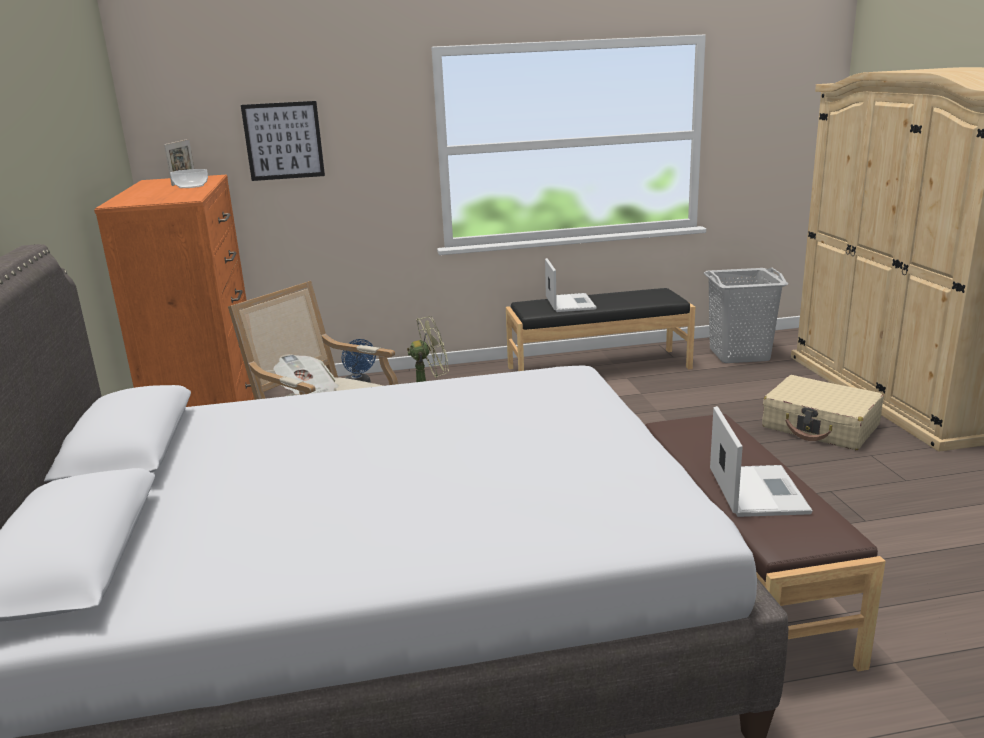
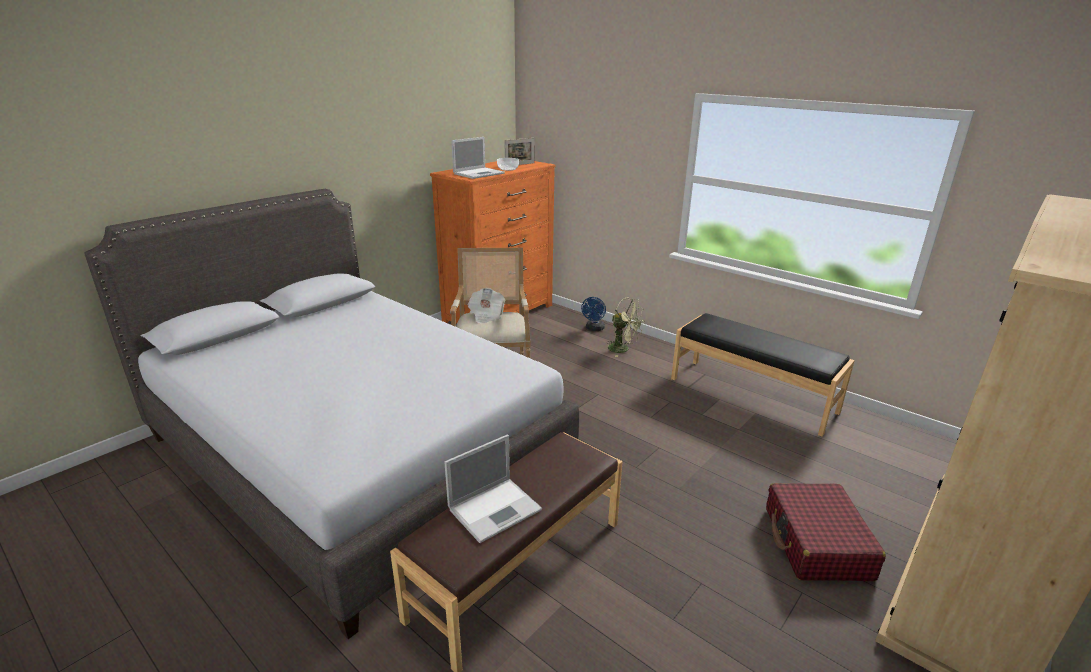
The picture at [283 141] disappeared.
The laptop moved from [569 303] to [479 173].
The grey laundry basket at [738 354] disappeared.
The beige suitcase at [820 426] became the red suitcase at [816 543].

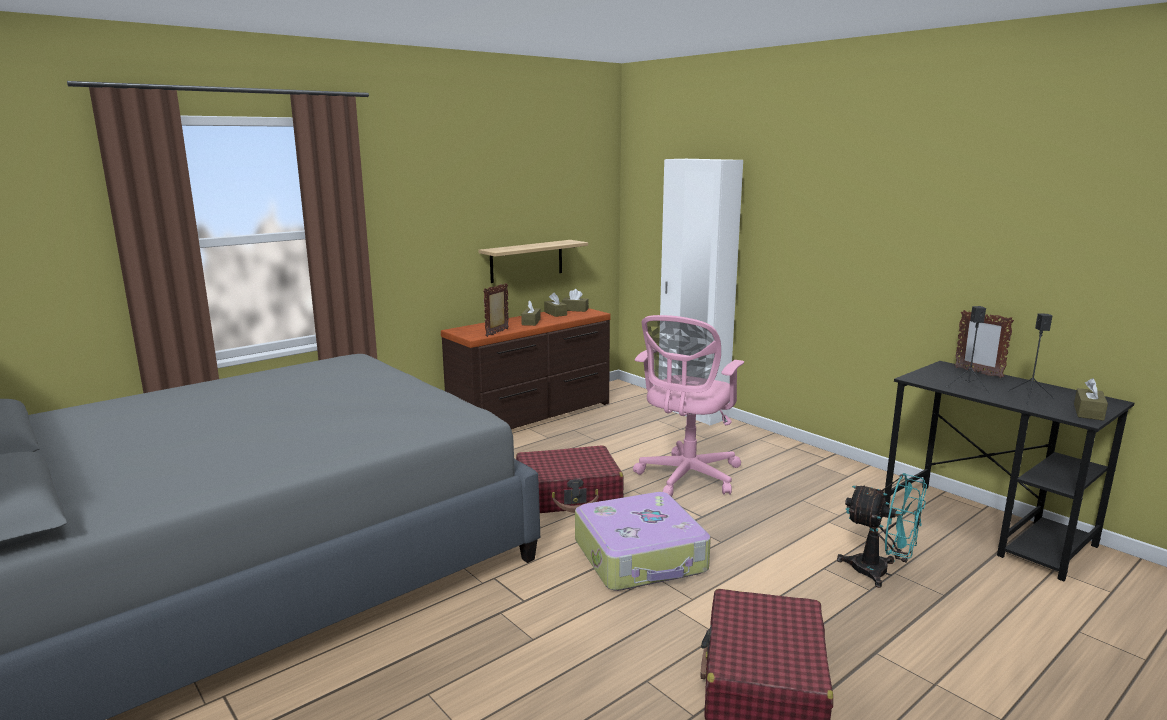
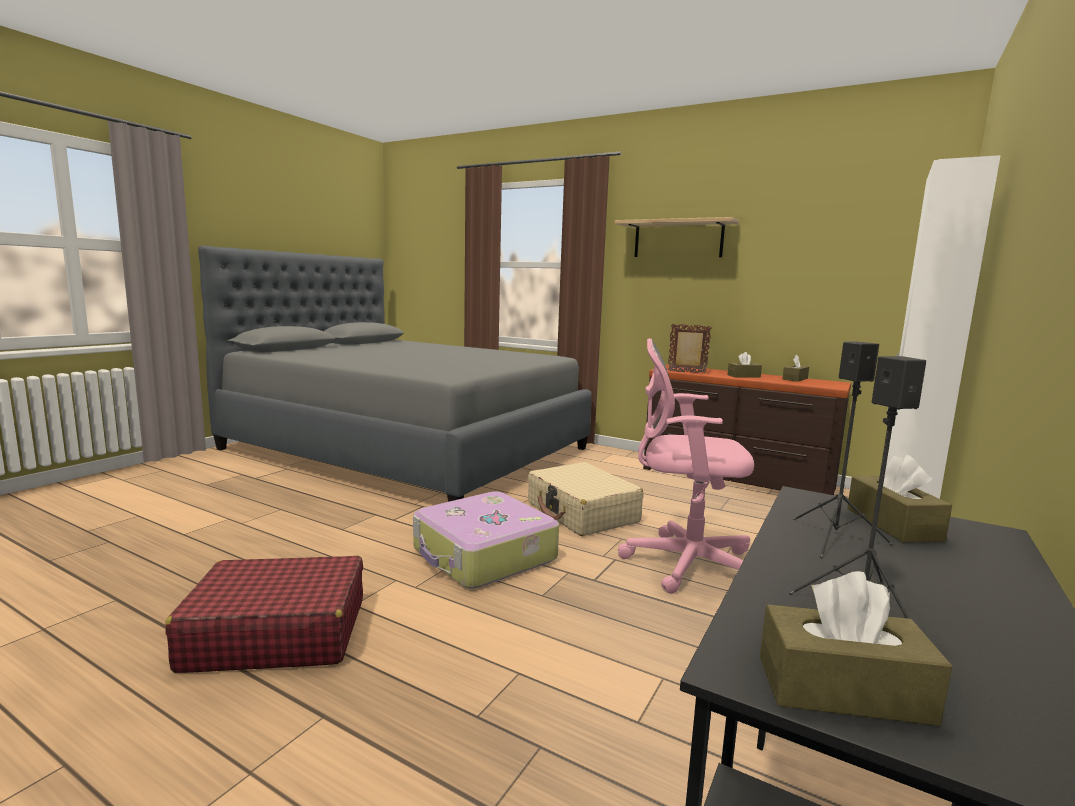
The shelf moved from [526 261] to [678 239].
The red suitcase at [569 494] became the beige suitcase at [582 513].
The brown tissue box moved from [575 309] to [893 524].
The turquoise fan at [880 572] disappeared.
The picture frame at [978 372] disappeared.

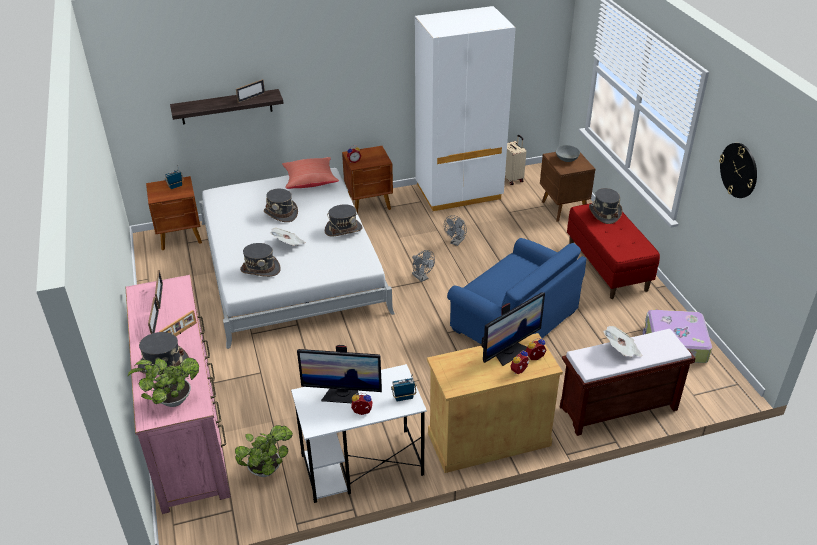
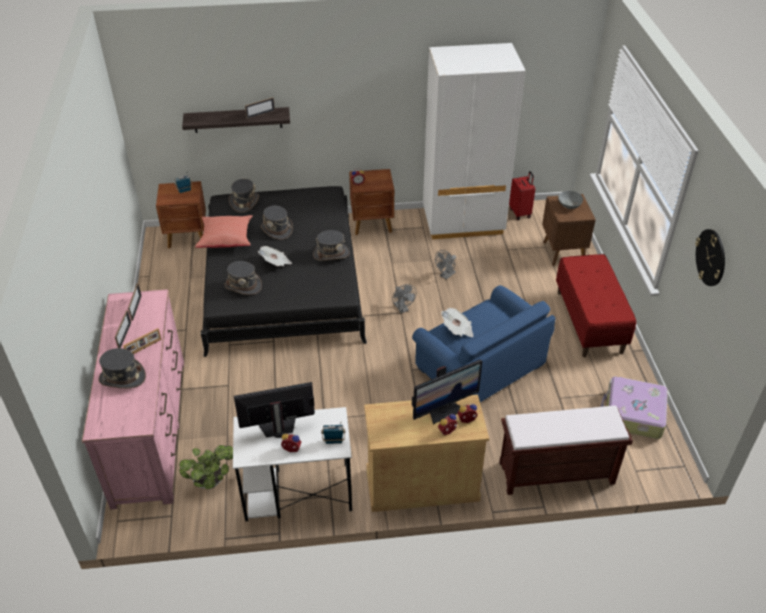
The potted plant at [171 400] disappeared.
The white bed at [291 265] became the black bed at [282 280].
The red pillow moved from [310 181] to [226 239].
The monitor at [342 395] turned 150 degrees clockwise.
The beige suitcase at [512 178] became the red suitcase at [520 213].
The grey hat moved from [604 213] to [244 202].
The newspaper moved from [621 350] to [457 330].

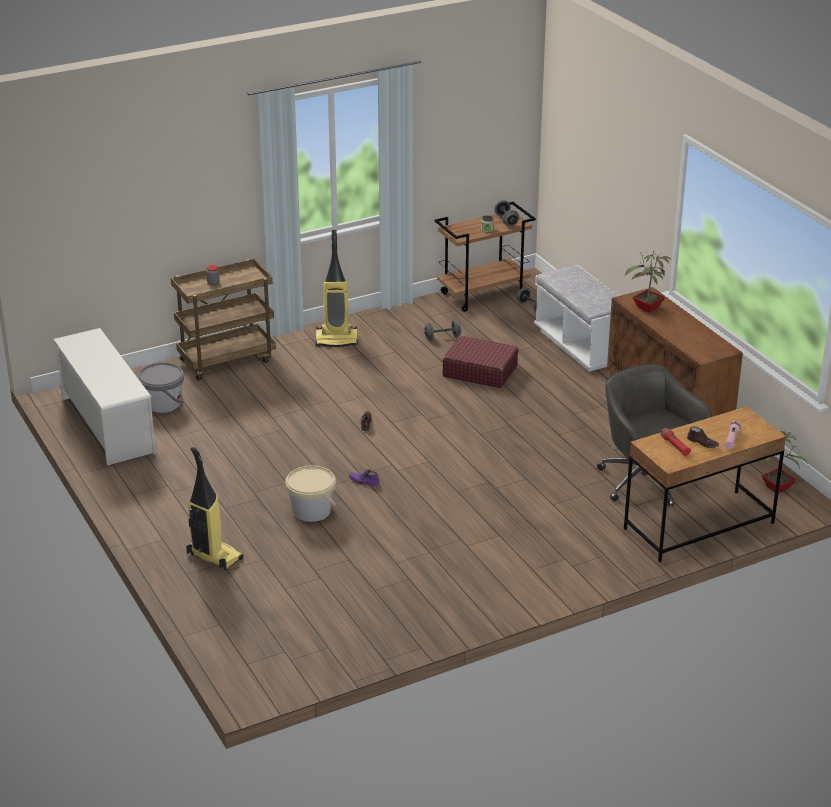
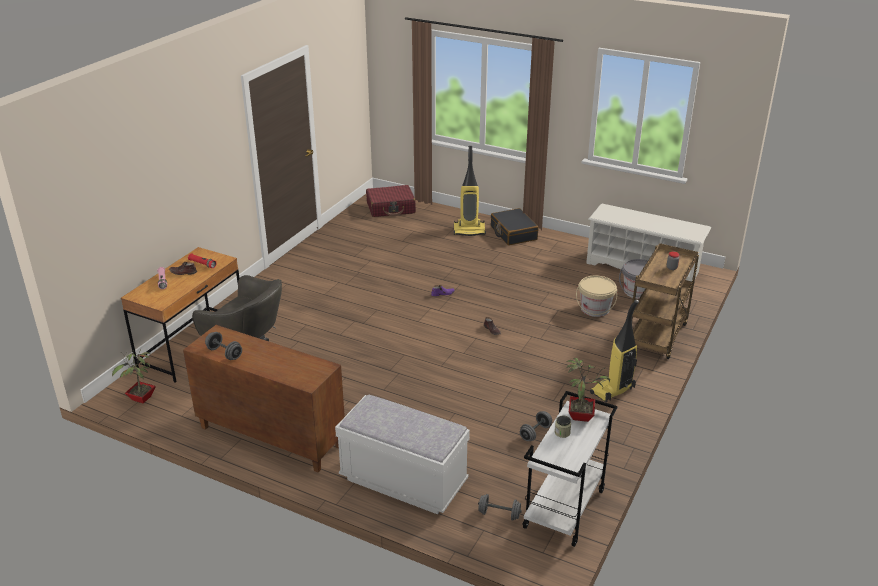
The beige bucket moved from [311 511] to [595 309].
The brown cart at [483 294] became the white cart at [564 510].
The red suitcase moved from [480 371] to [391 208].
The grey dumbbell moved from [506 220] to [224 353].
The potted plant moved from [647 308] to [581 415].
The black suitcase at [513 233] appeared.

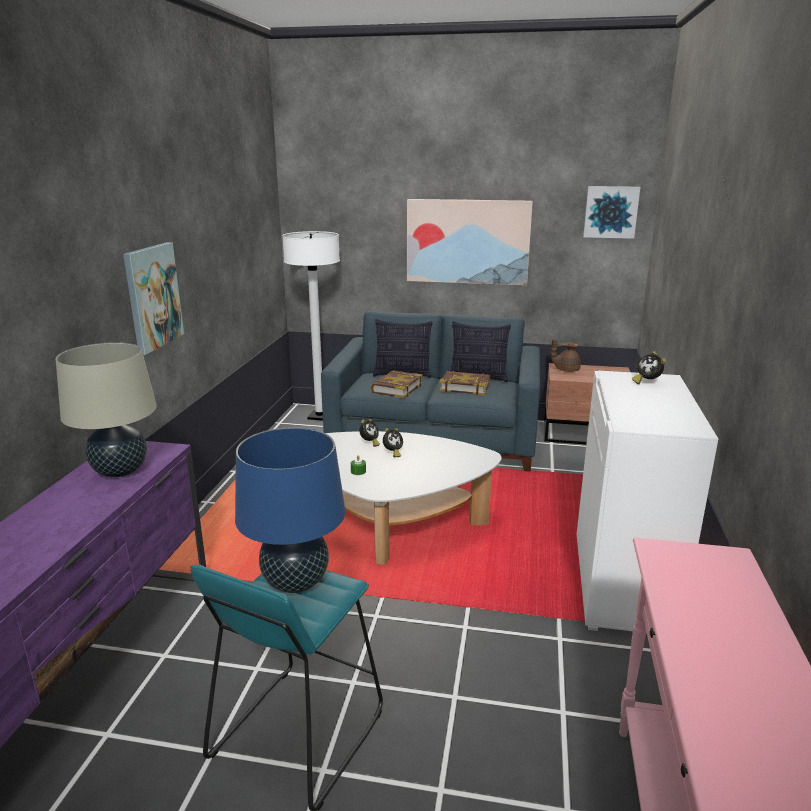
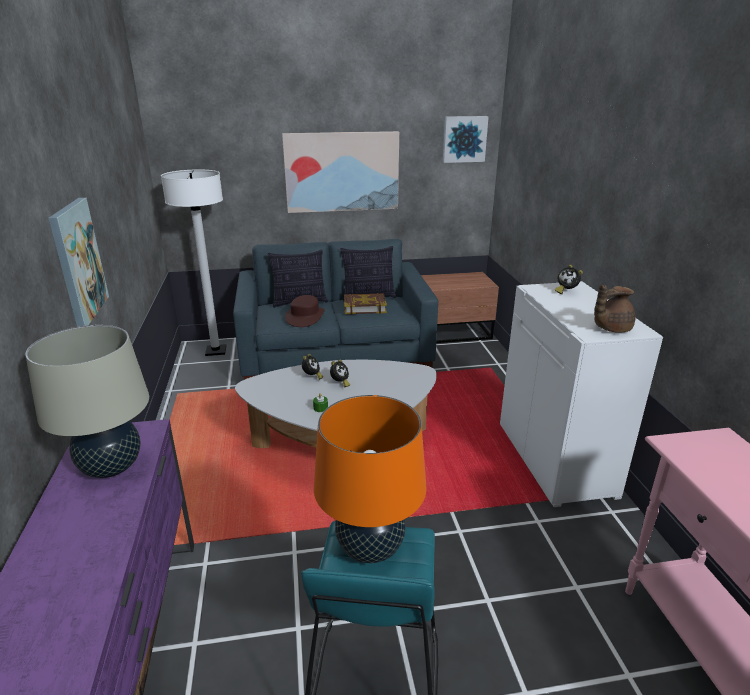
The blue table lamp at [296 582] became the orange table lamp at [370 548].
The book at [397 388] was replaced by the brown hat at [305 317].
The brown teapot moved from [565 369] to [610 328].

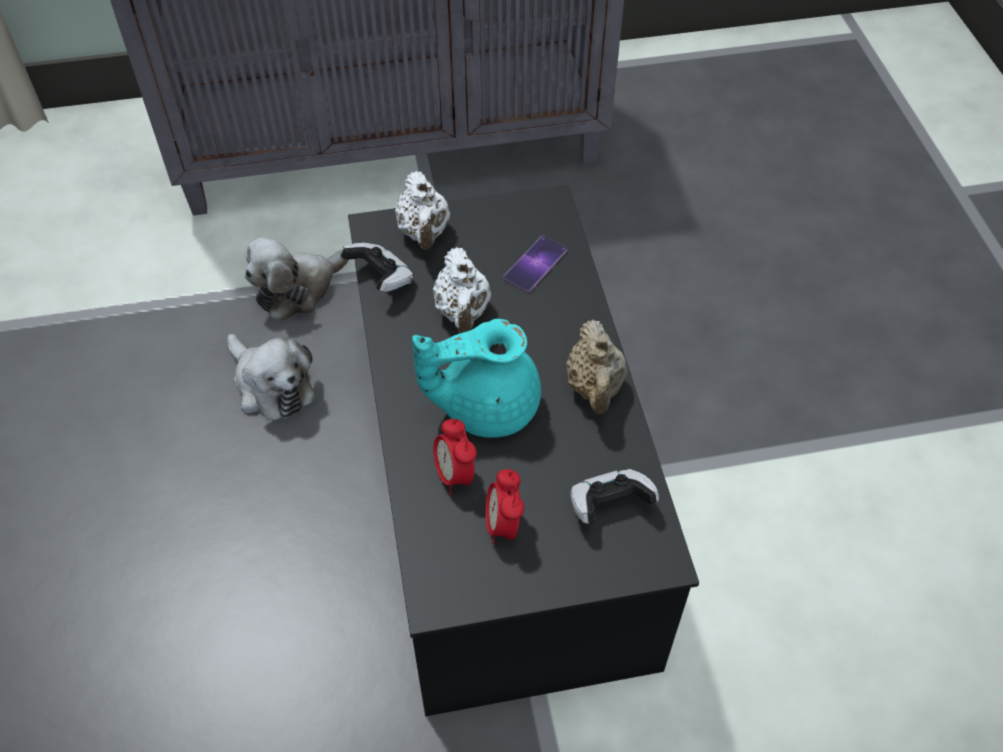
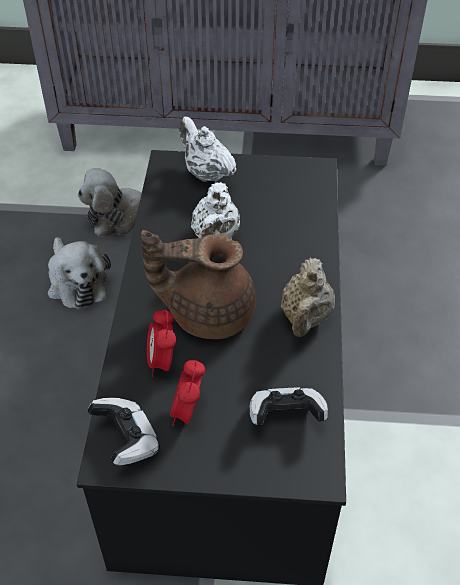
The game controller moved from [381 279] to [127 440].
The white teapot at [424 233] turned 135 degrees clockwise.
The turquoise teapot at [485 406] became the brown teapot at [207 312].
The phone at [535 264] disappeared.

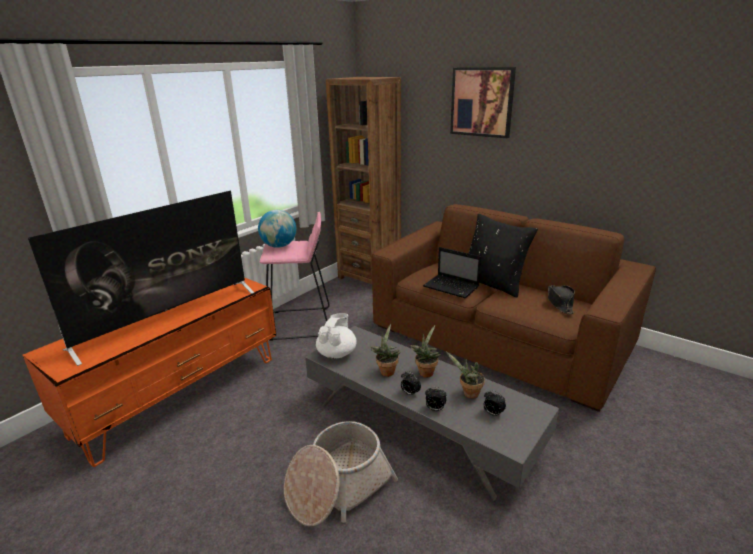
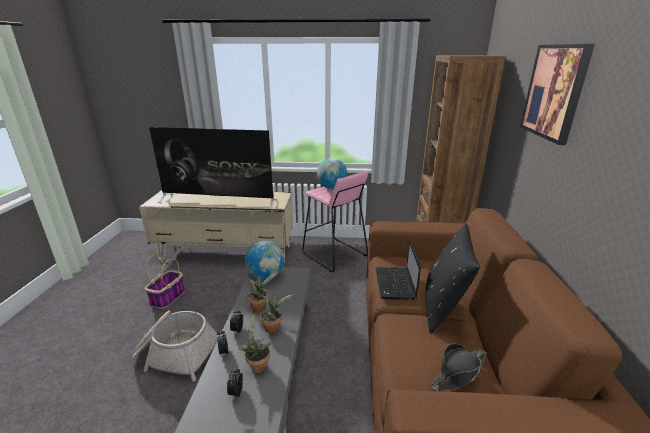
The orange tv stand at [180 394] became the beige tv stand at [226 252].
The white teapot at [337 353] was replaced by the globe at [266 276].
The basket at [168 298] appeared.

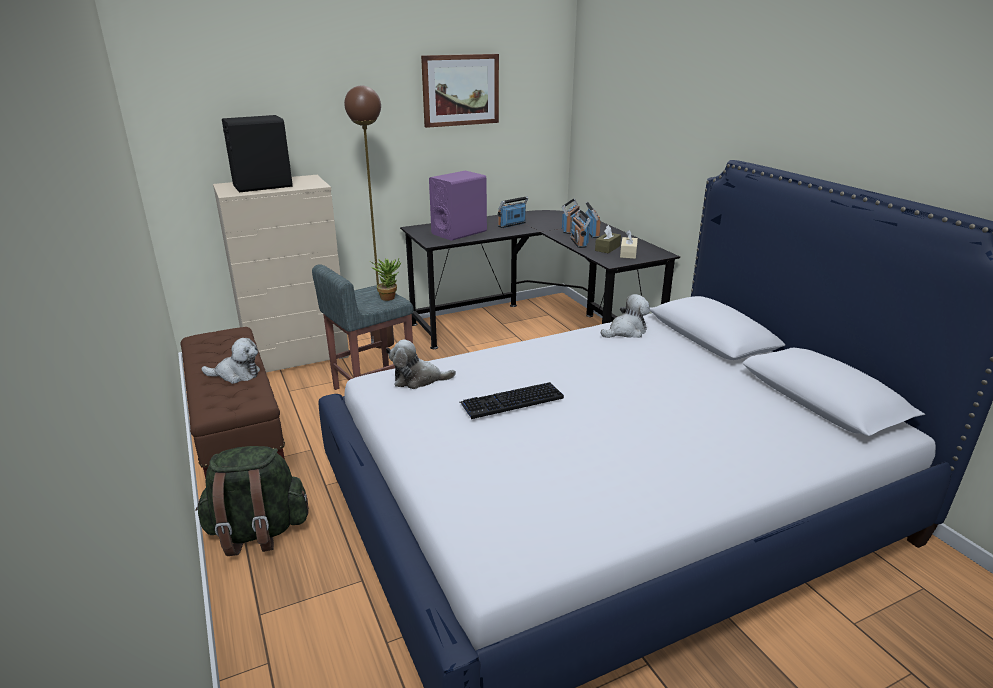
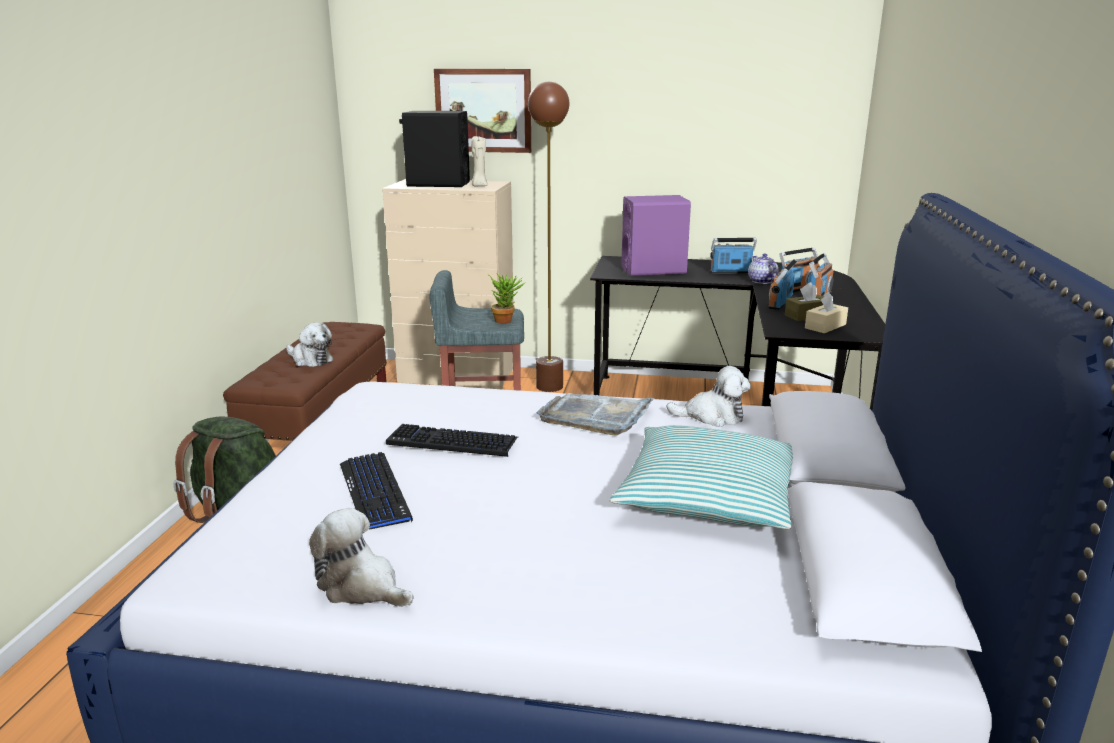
The plush toy moved from [418 379] to [362 587].
The picture moved from [460 90] to [483 110].
The keyboard at [375 491] appeared.
The beige candle at [479 186] appeared.
The grey tray at [596 416] appeared.
The pillow at [708 495] appeared.
The teapot at [761 281] appeared.

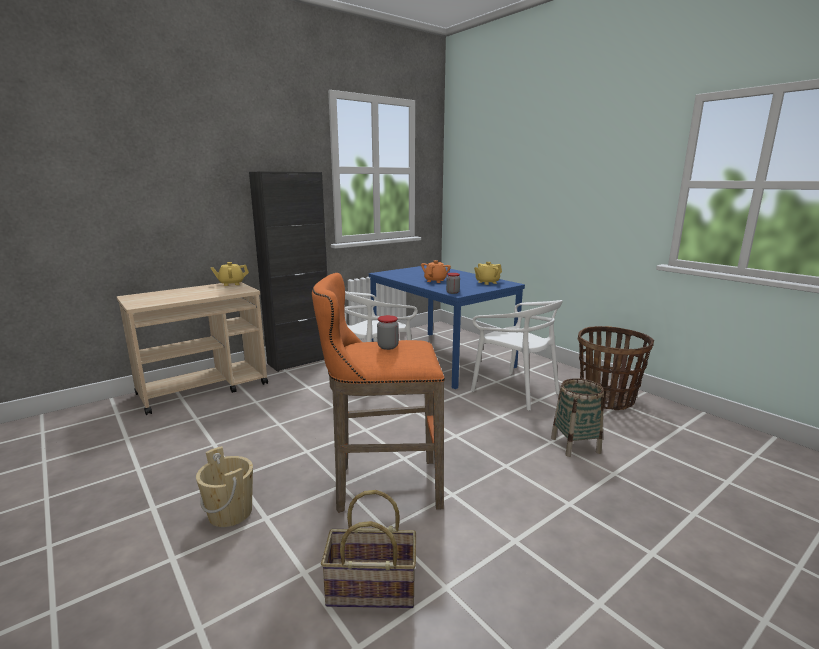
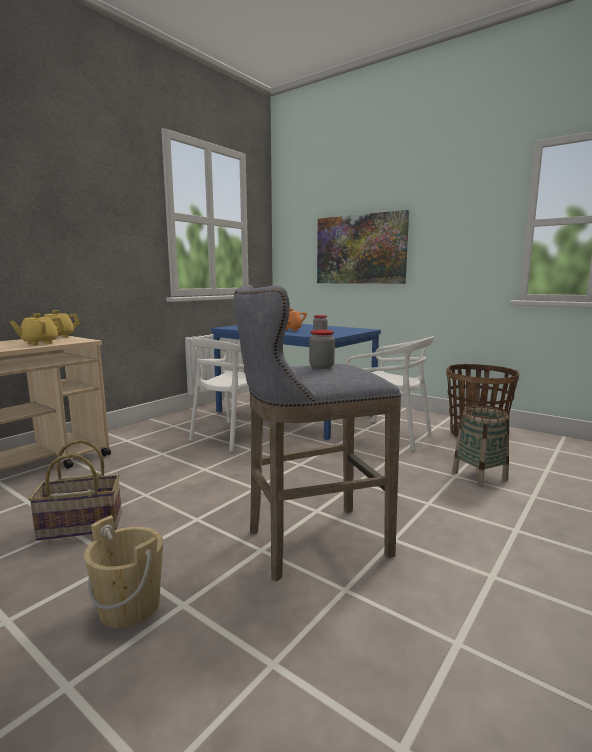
The black cabinet at [299 361] disappeared.
The orange stool at [382 486] became the grey stool at [310 543].
The basket moved from [371 589] to [80 526].
The yellow teapot moved from [487 282] to [39 343].
The picture at [360 249] appeared.

